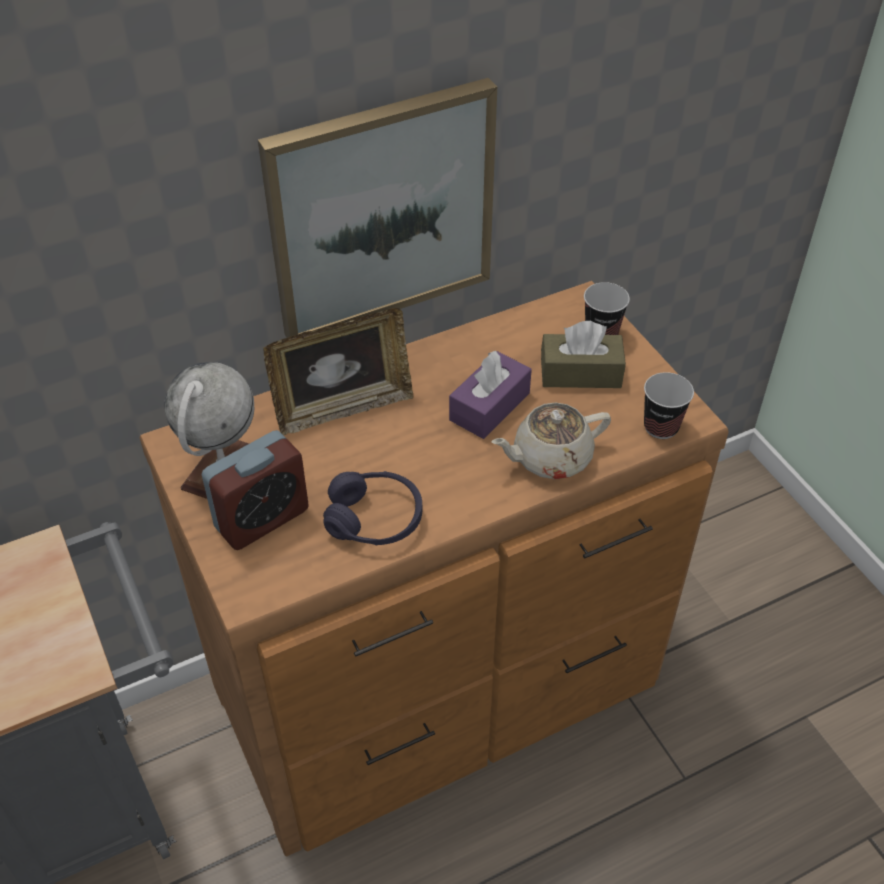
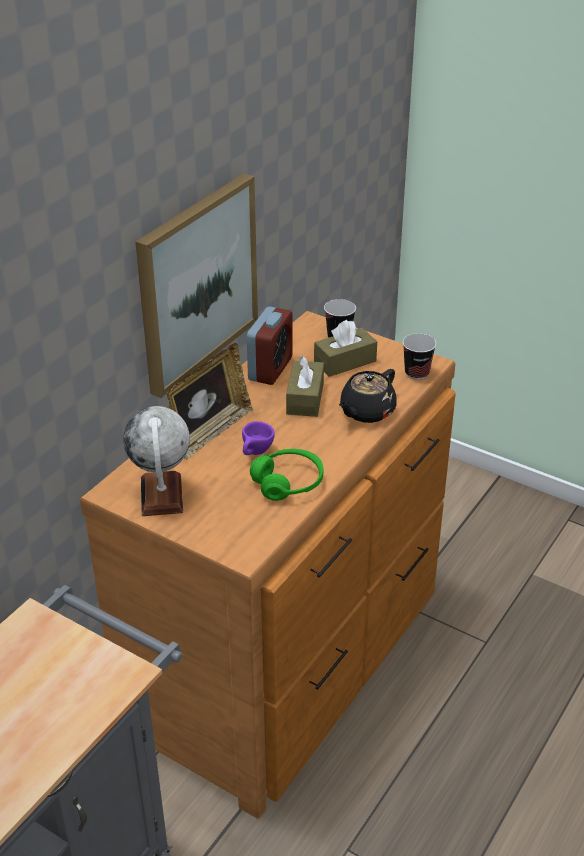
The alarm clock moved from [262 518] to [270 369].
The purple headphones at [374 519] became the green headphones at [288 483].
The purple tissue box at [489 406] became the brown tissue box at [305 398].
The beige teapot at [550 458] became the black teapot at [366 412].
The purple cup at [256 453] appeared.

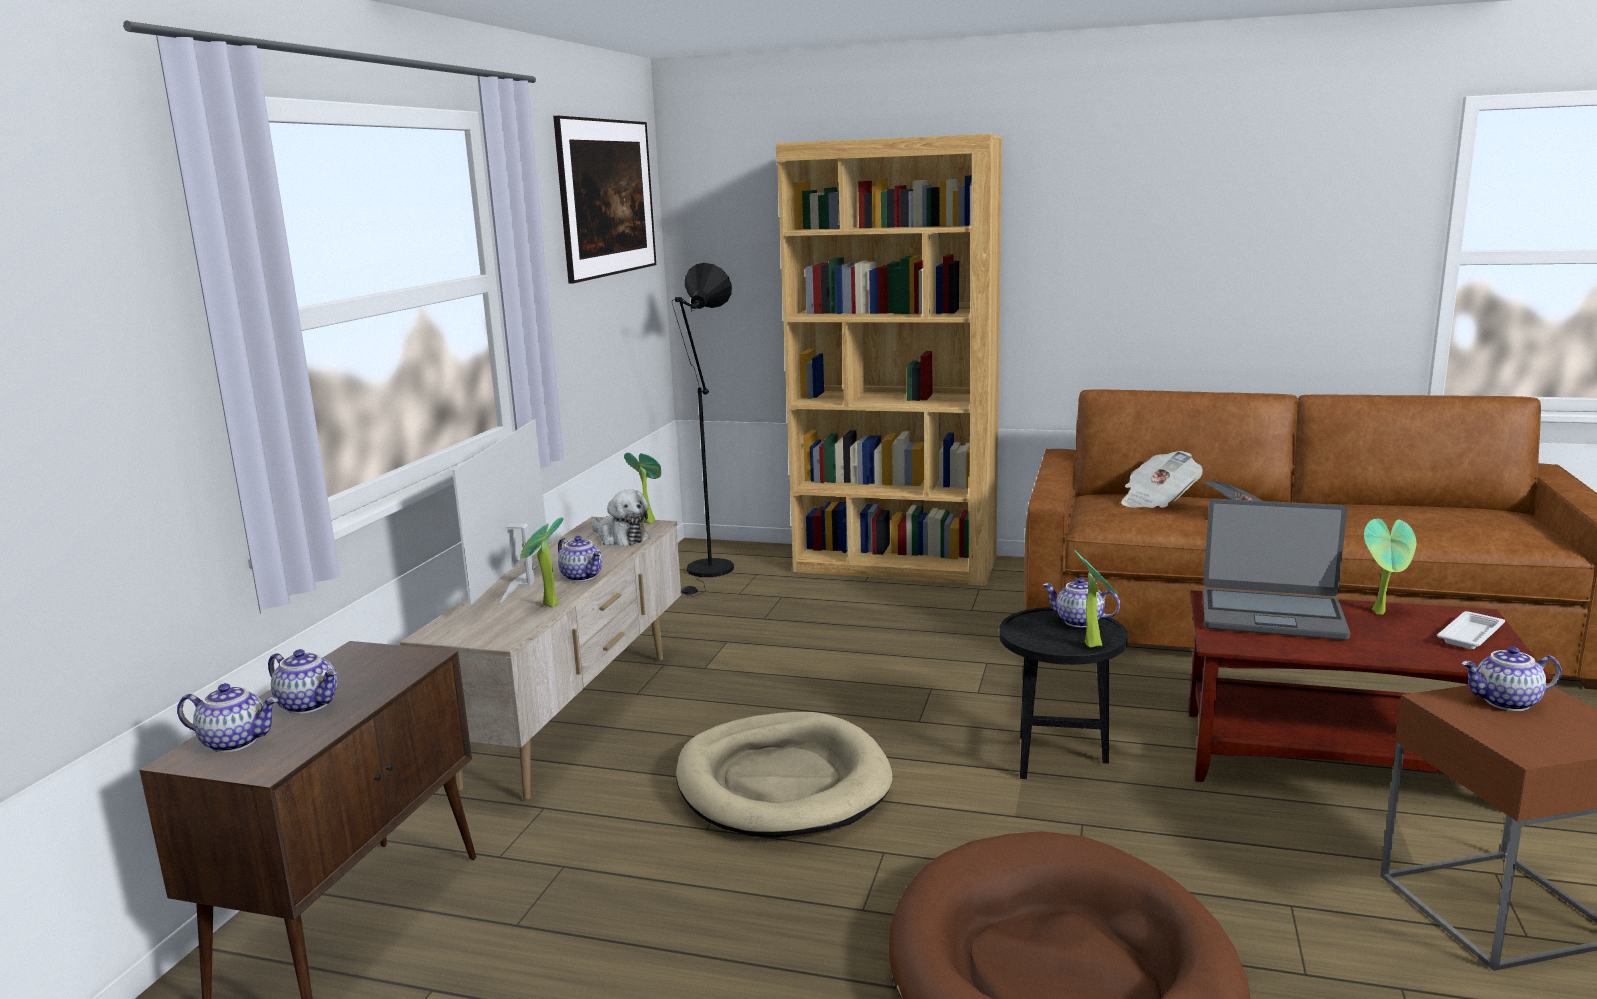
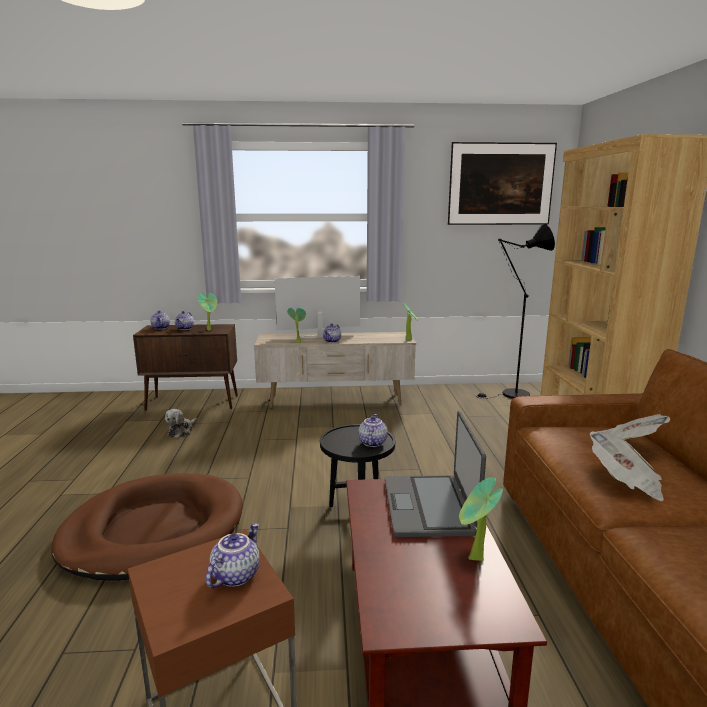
The plush toy moved from [620 538] to [181 431].
The beige dog bed at [782 783] disappeared.
The potted plant moved from [1094 643] to [210 330].
The white tray at [1471 635] disappeared.
The teapot at [1506 703] turned 45 degrees clockwise.

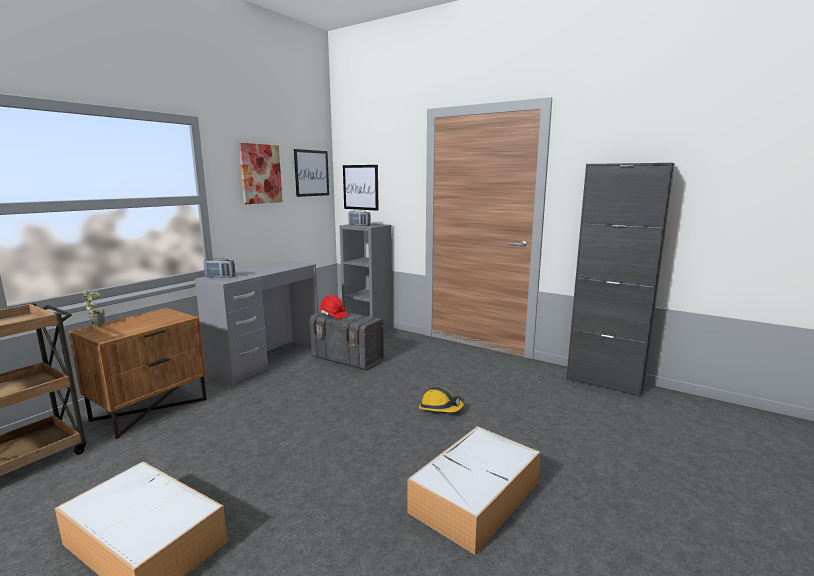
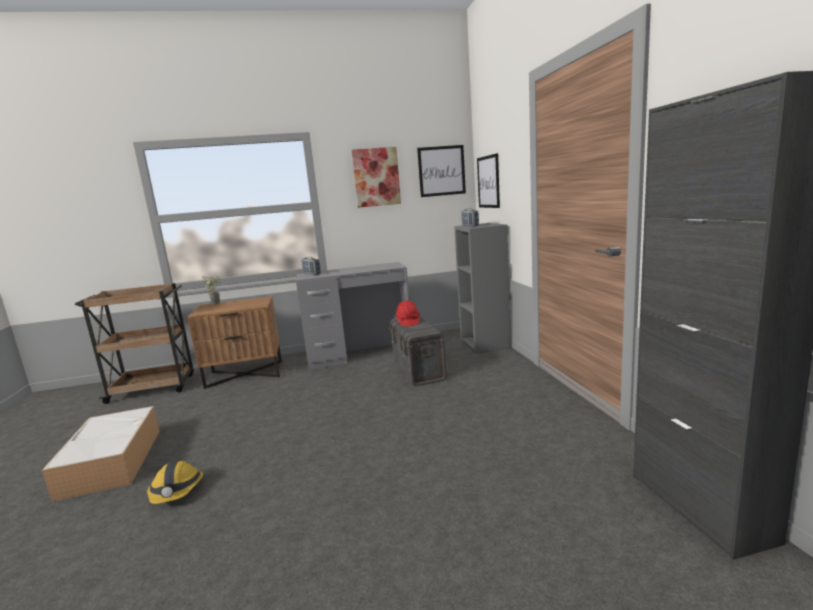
The storage box at [475 498] disappeared.
The hard hat moved from [440 408] to [177 491].

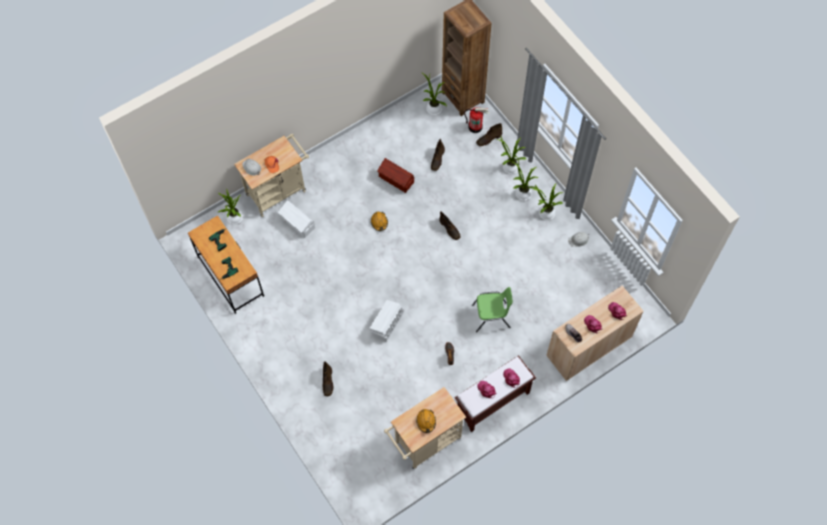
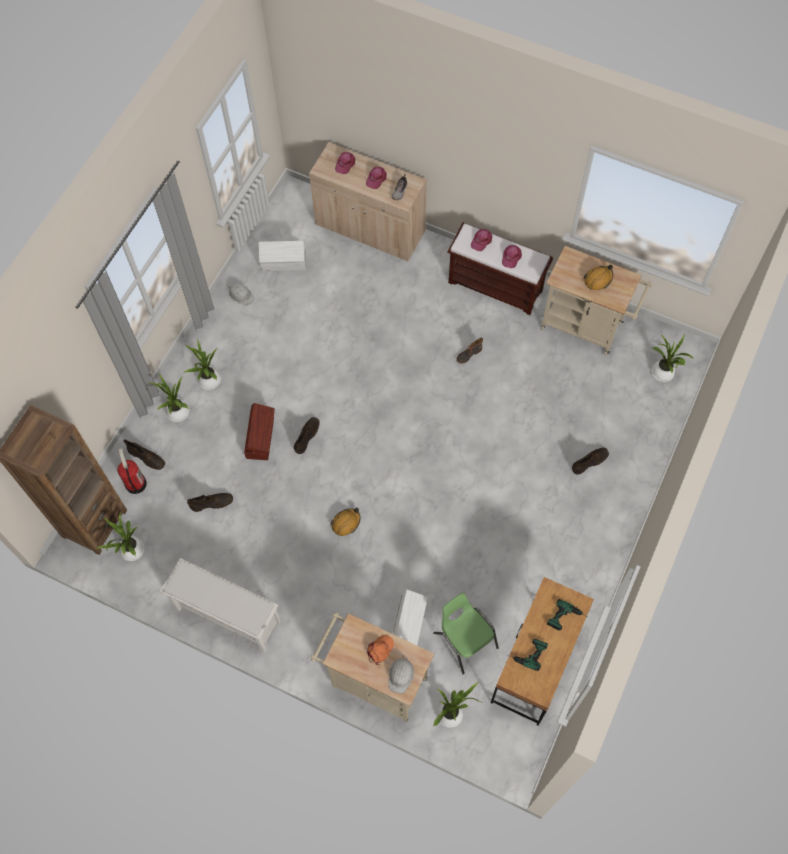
The white storage box moved from [386 324] to [284 262].
The brown storage box moved from [396 180] to [261 437].
The green chair moved from [491 317] to [464 639].
The potted plant moved from [545 213] to [663 374].
The white shoe rack at [226 615] appeared.

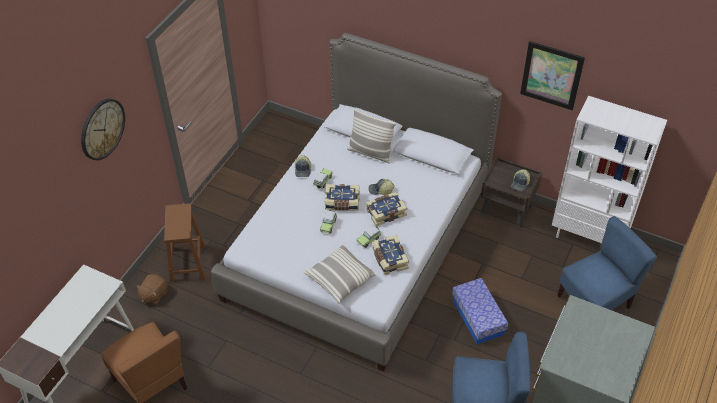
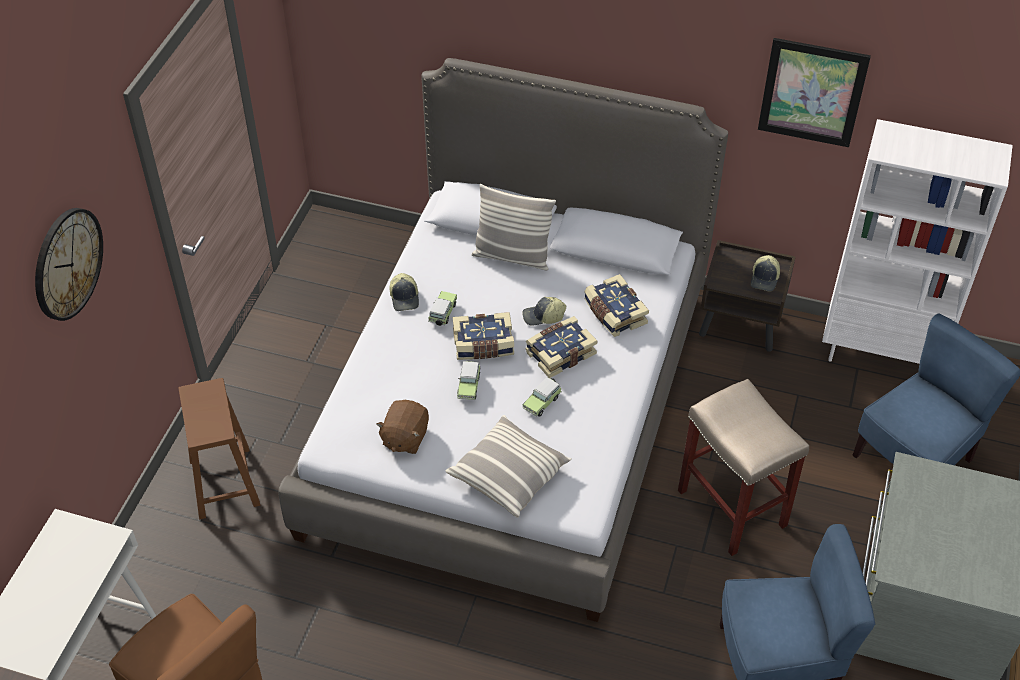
The brown plush toy moved from [154 295] to [404 438].
The book moved from [389 259] to [614 313].
The storage box at [478 317] was replaced by the beige stool at [733 509].

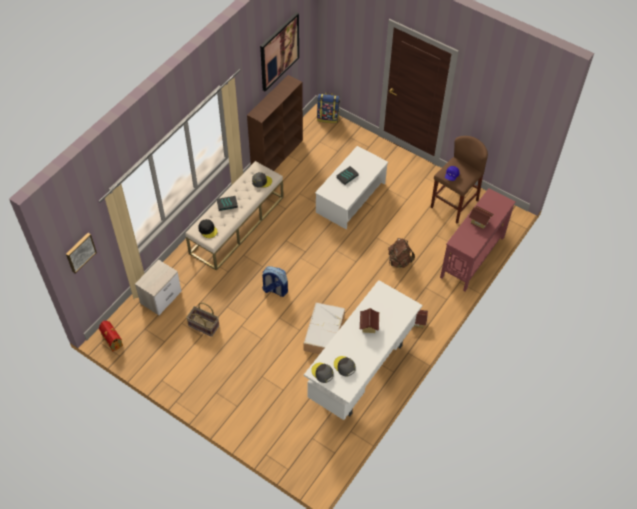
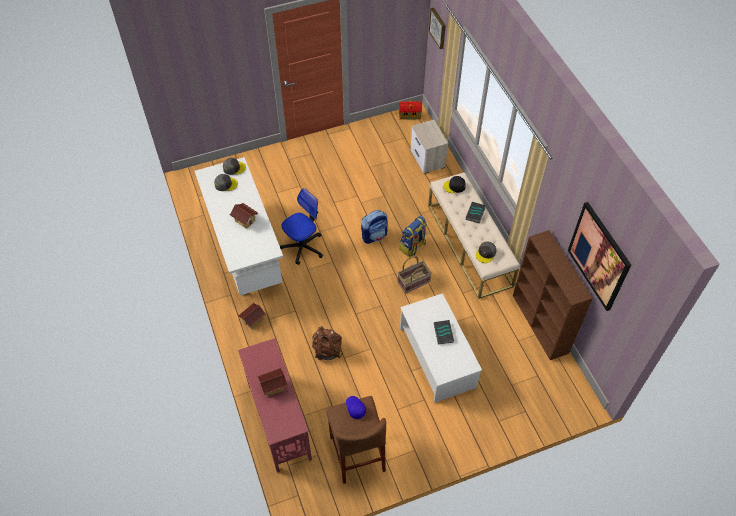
The basket moved from [203 326] to [413 281].
The storage box at [324 332] was replaced by the office chair at [303 247].
The backpack moved from [328 117] to [412 247].

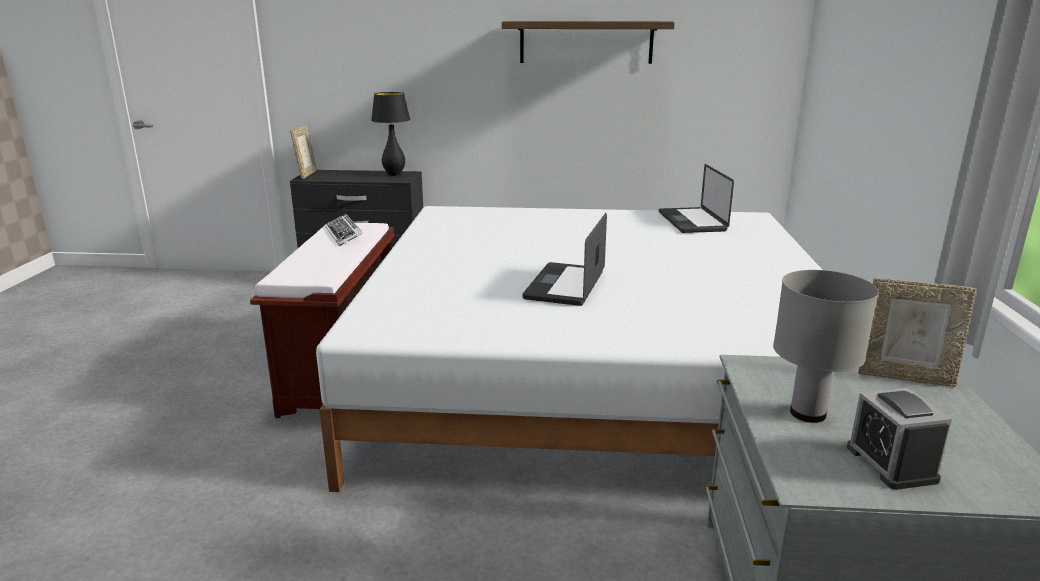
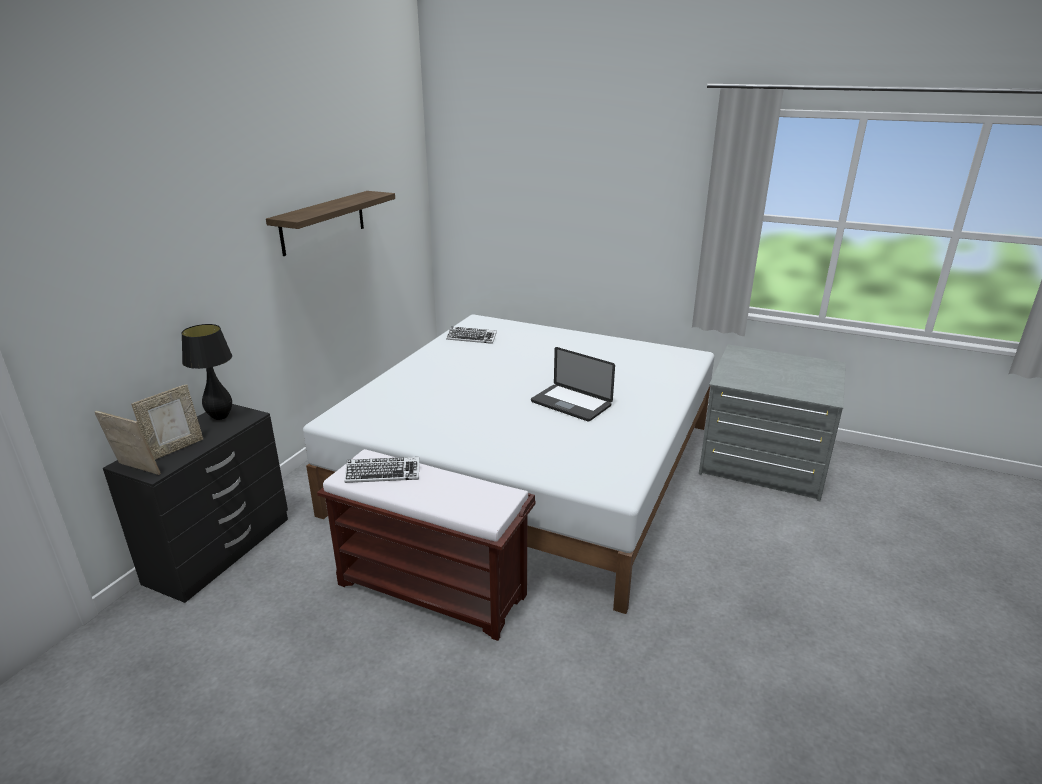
The laptop at [692 221] was replaced by the keyboard at [471 338].
The grey table lamp at [807 413] disappeared.
The alarm clock at [891 464] disappeared.
The picture frame moved from [905 377] to [176 448].

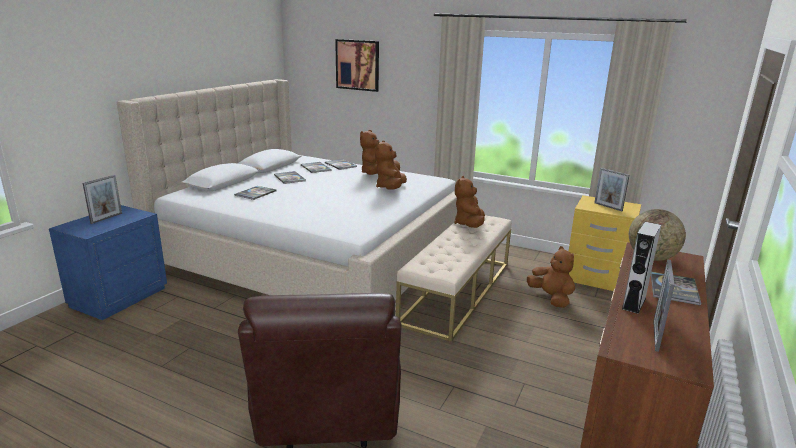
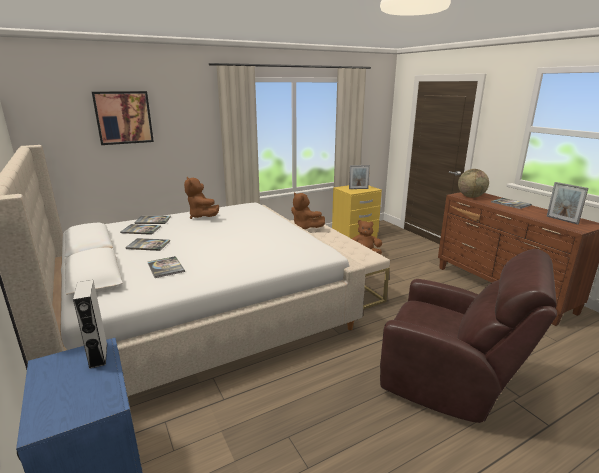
The picture frame at [106 218] disappeared.
The brown plush toy at [390 188] disappeared.
The grey speaker moved from [634 303] to [98 355].

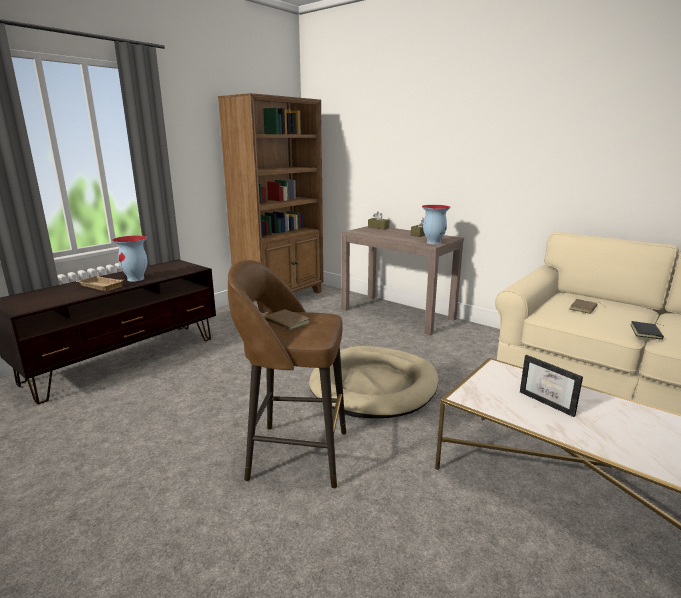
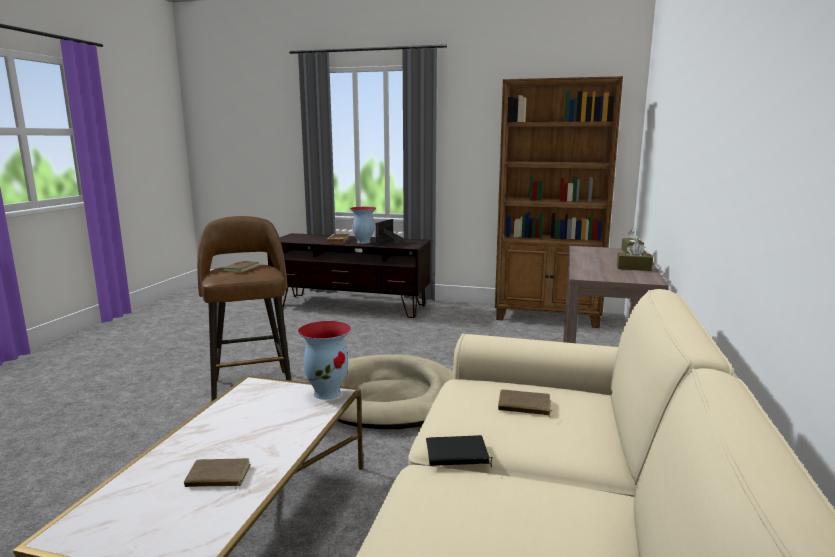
The vase moved from [433 243] to [328 393].
The picture frame moved from [550 402] to [387 244].
The brown book at [217 477] appeared.

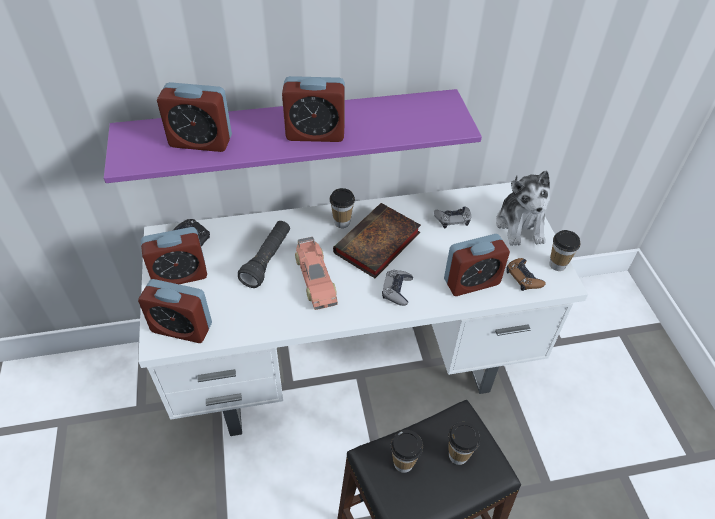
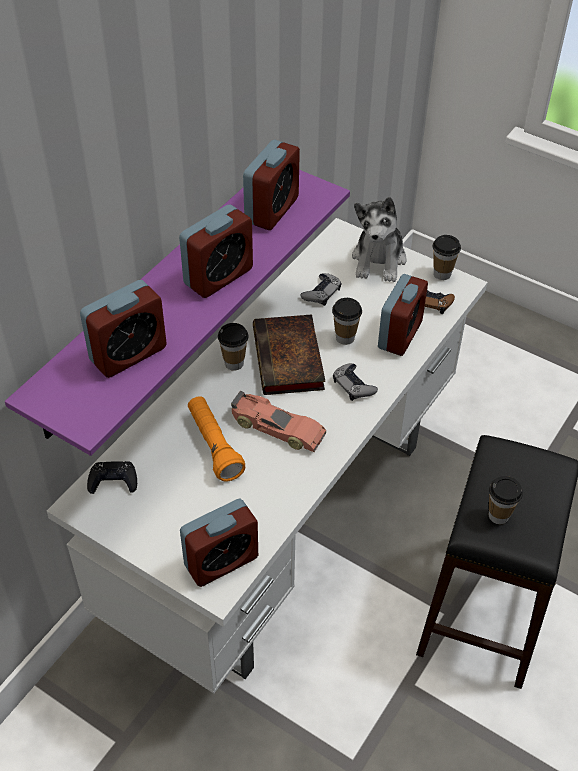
The alarm clock moved from [180 275] to [271 210].
The black flashlight at [267 260] became the orange flashlight at [214 445].
The cup moved from [458 455] to [345 337].
The plush toy at [520 225] turned 60 degrees clockwise.

